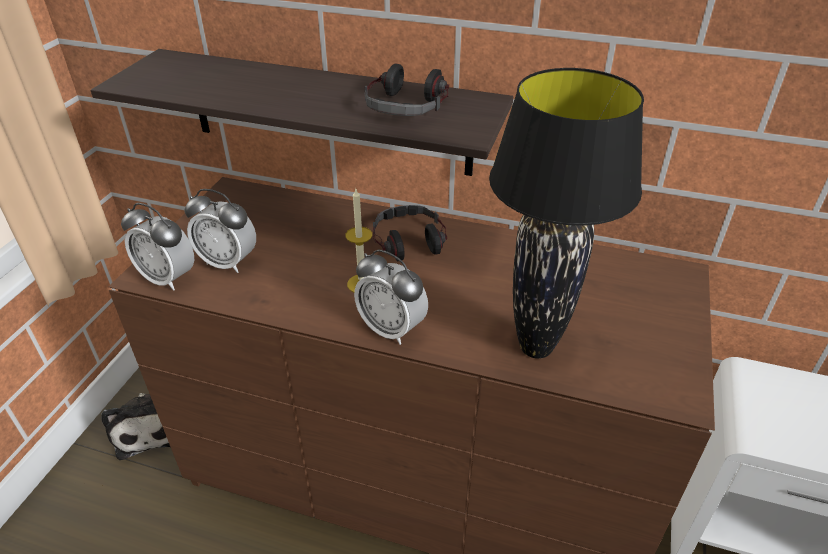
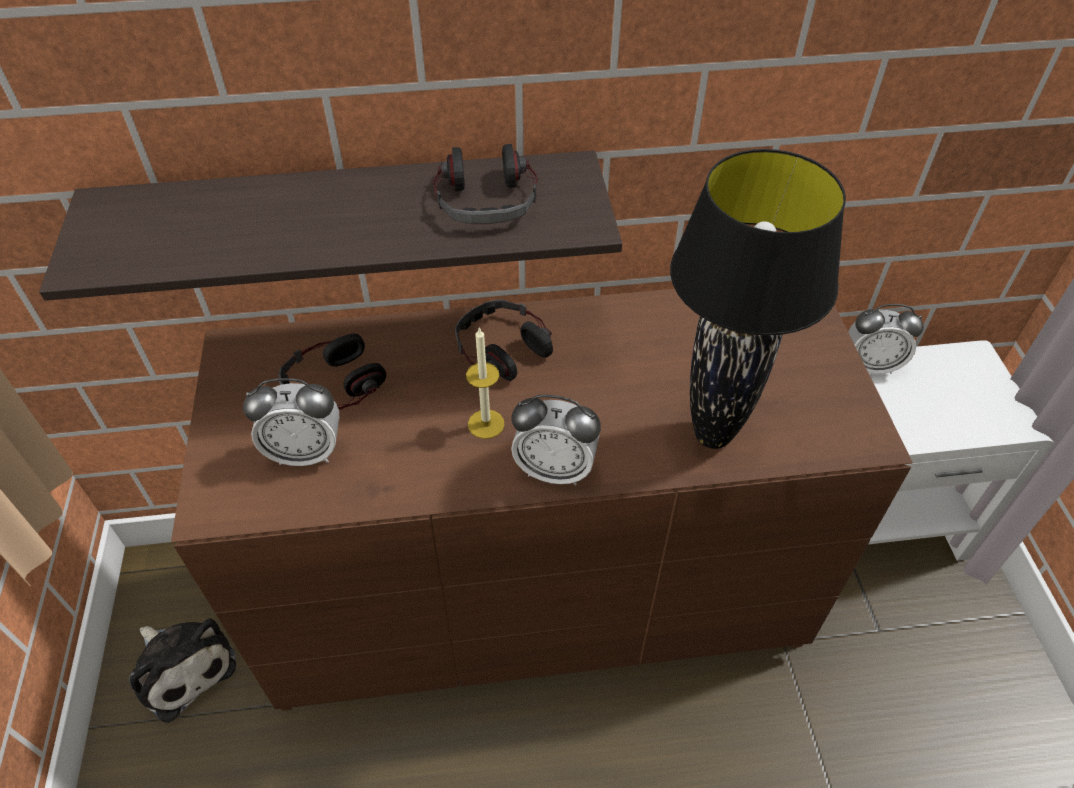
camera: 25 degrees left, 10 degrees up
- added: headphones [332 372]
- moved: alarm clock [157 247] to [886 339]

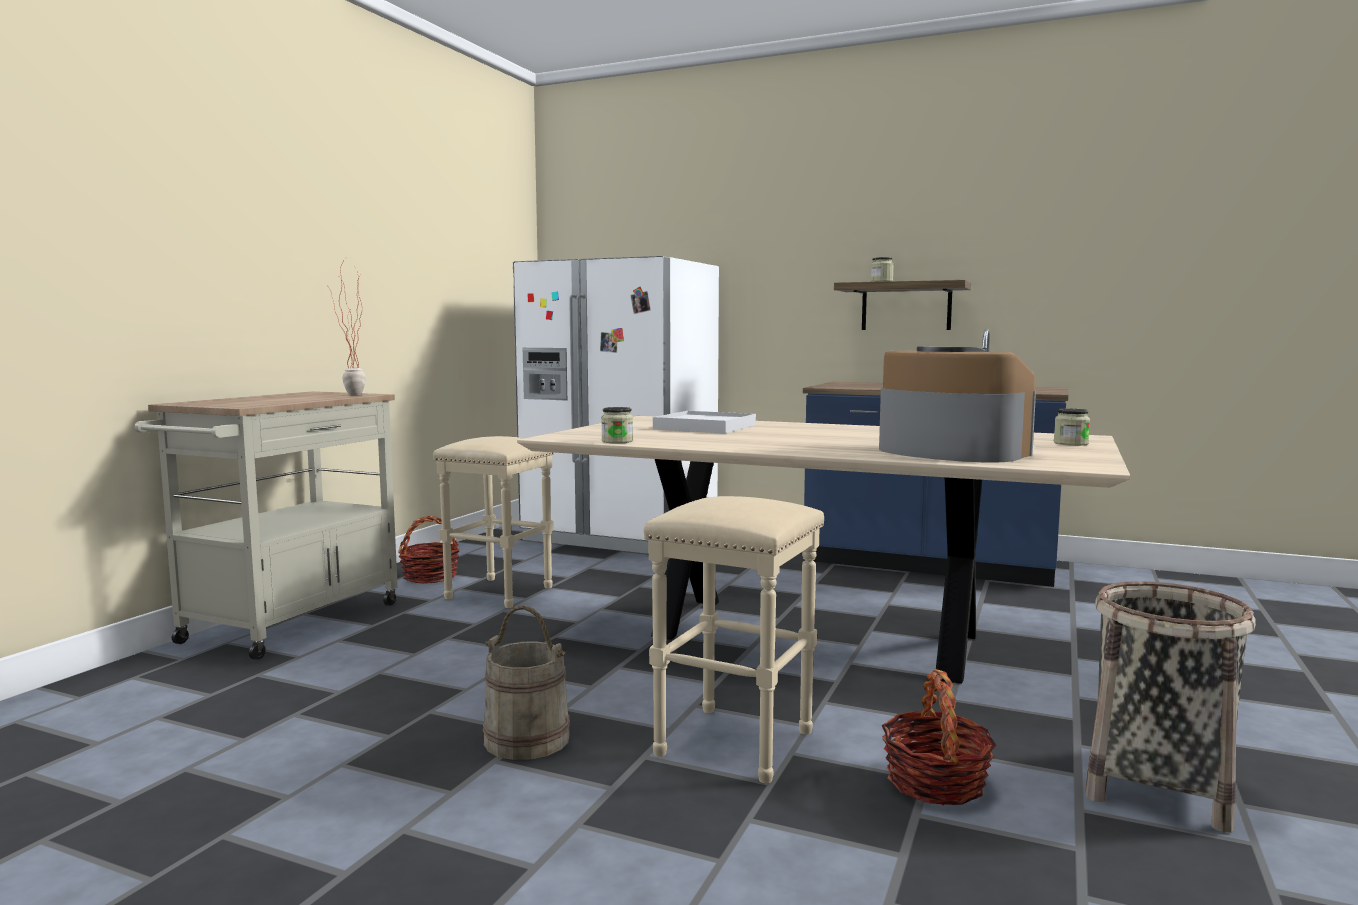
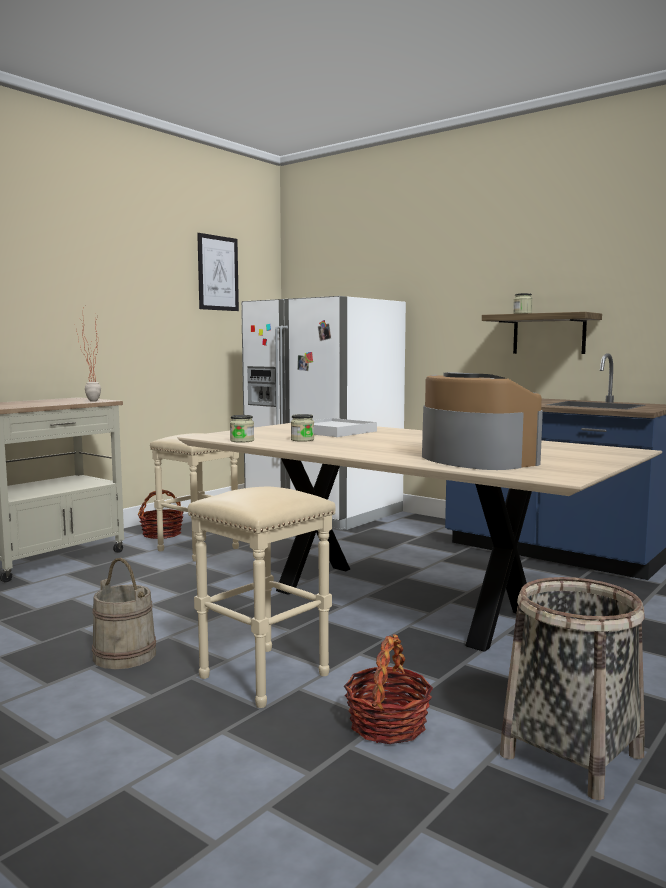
camera: 15 degrees right, 0 degrees up
- added: picture [218 272]
- moved: jar [1072 427] to [302 428]

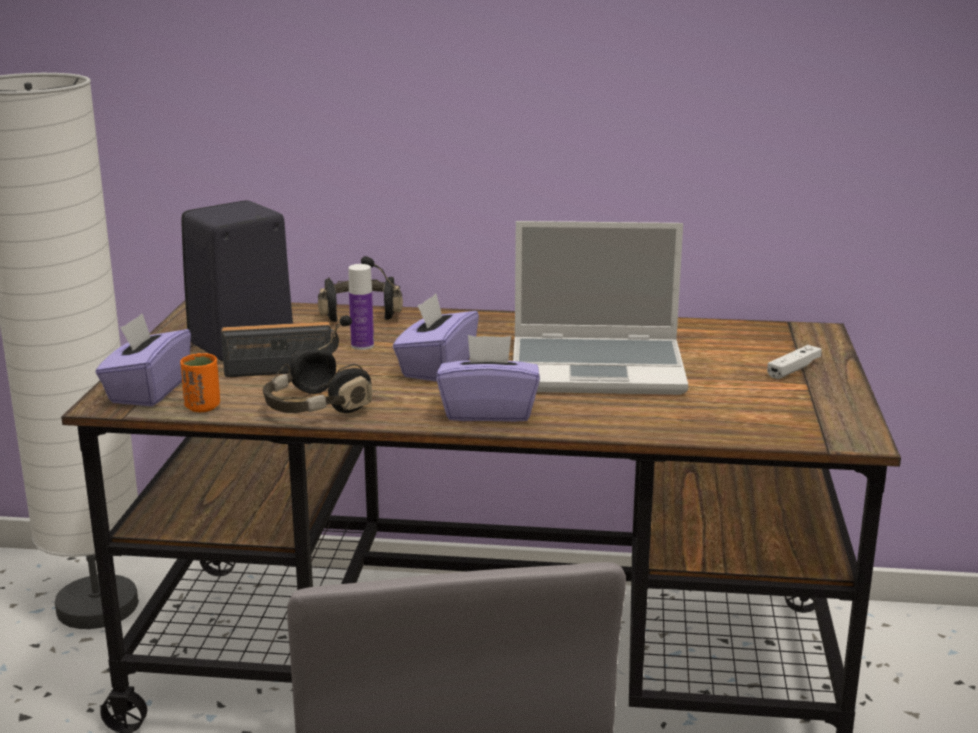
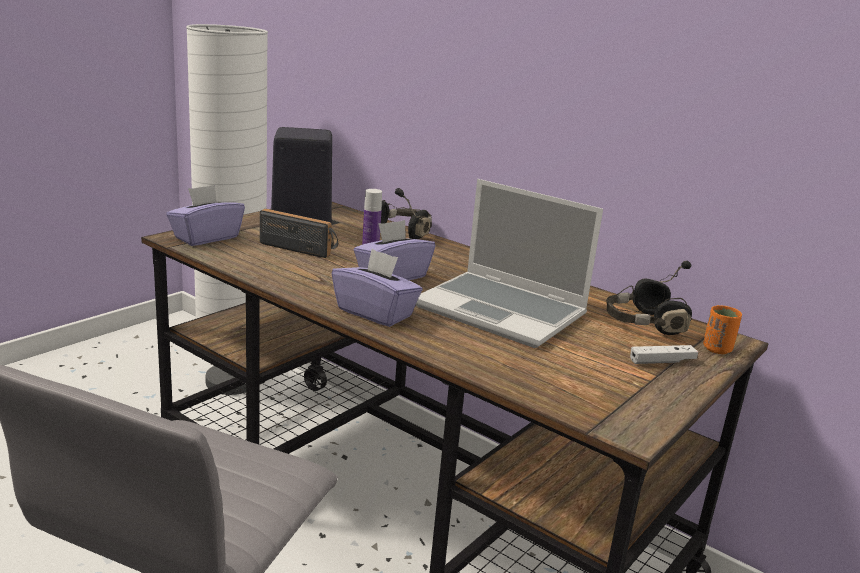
camera: 30 degrees right, 0 degrees up
- moved: black headphones [317 364] to [649 298]
- moved: orange cup [200 382] to [722 329]

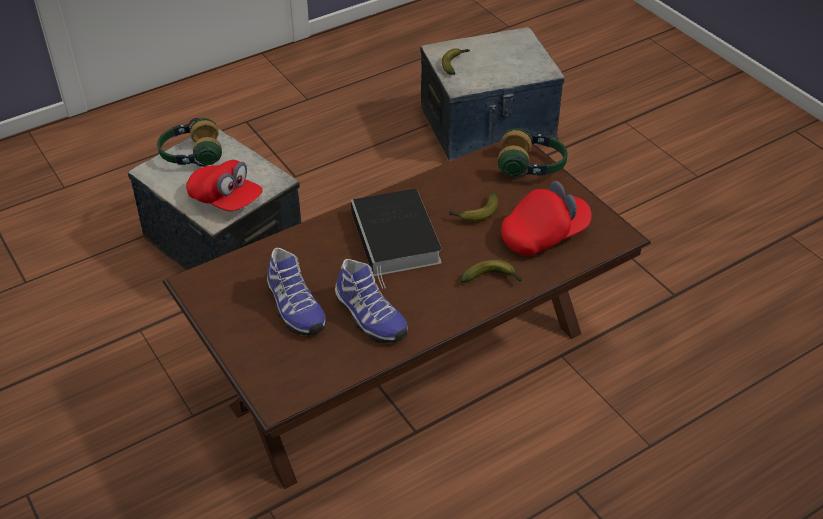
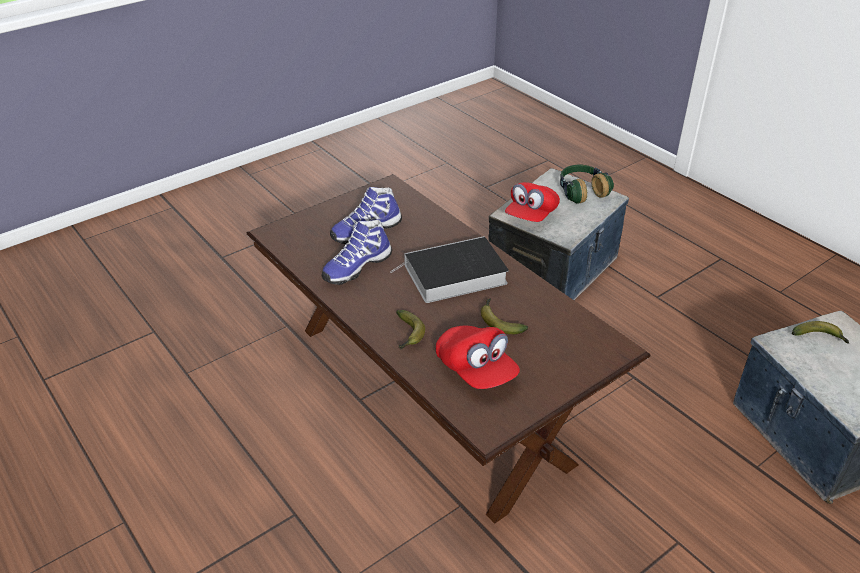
camera: 85 degrees right, 5 degrees down
- removed: headphones [533 153]

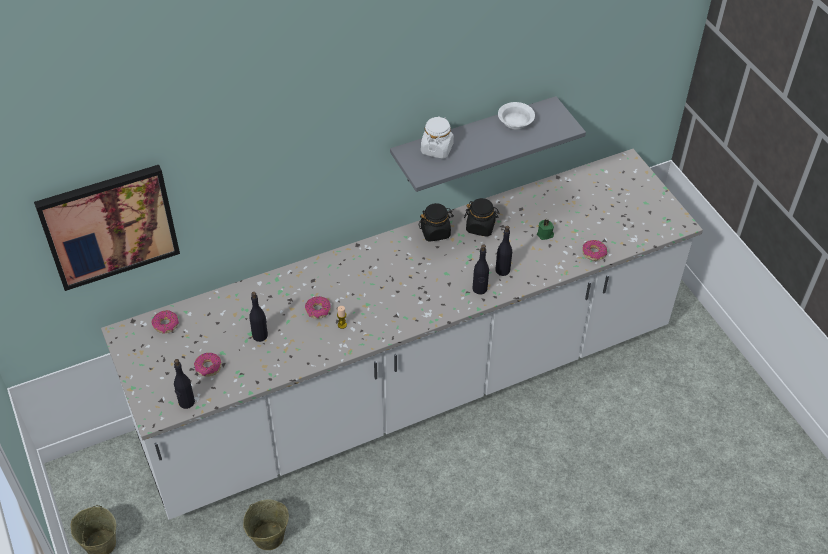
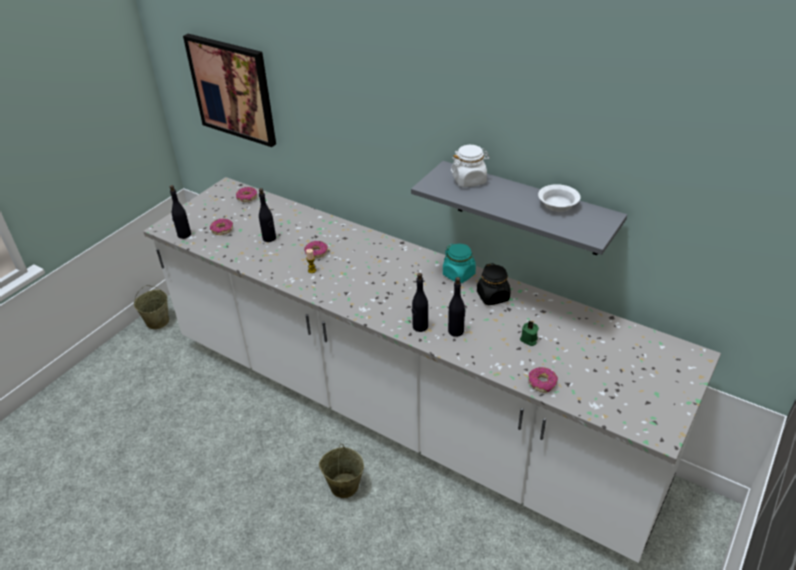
camera: 60 degrees right, 10 degrees down
- moved: beige bucket [266 524] to [341 470]
- recoloured: black jar [436 222] to turquoise jar [459 263]

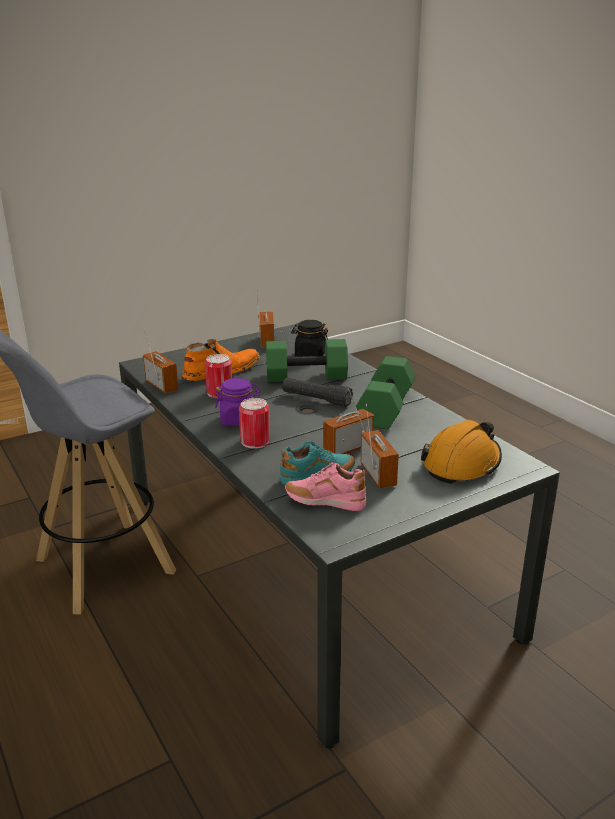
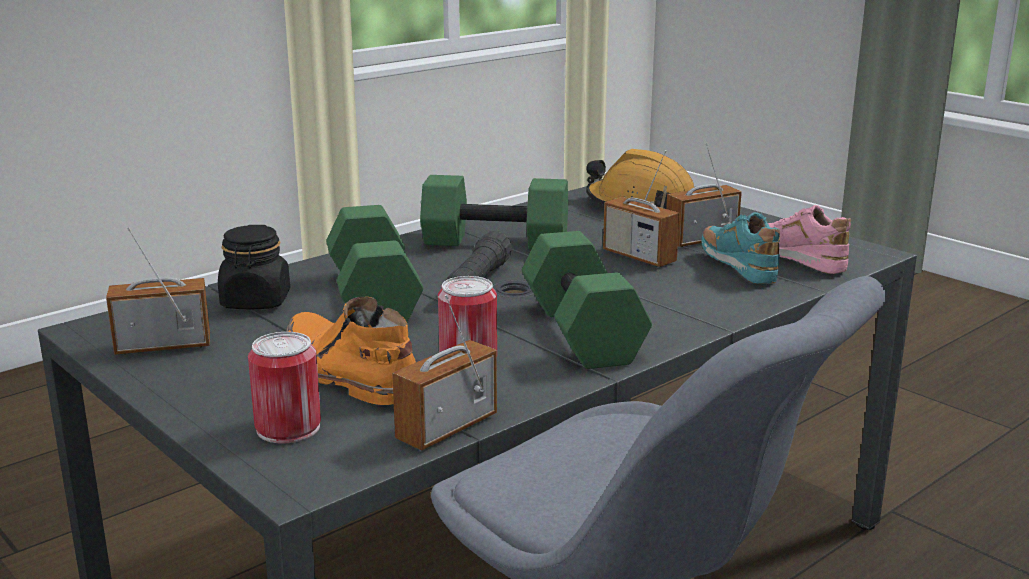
camera: 100 degrees left, 5 degrees down
- moved: can [254 423] to [284 388]
- replaced: purple jar [237 402] to green dumbbell [587 300]
- turned: pink shoe [325 486] = [809 239] 135 degrees clockwise

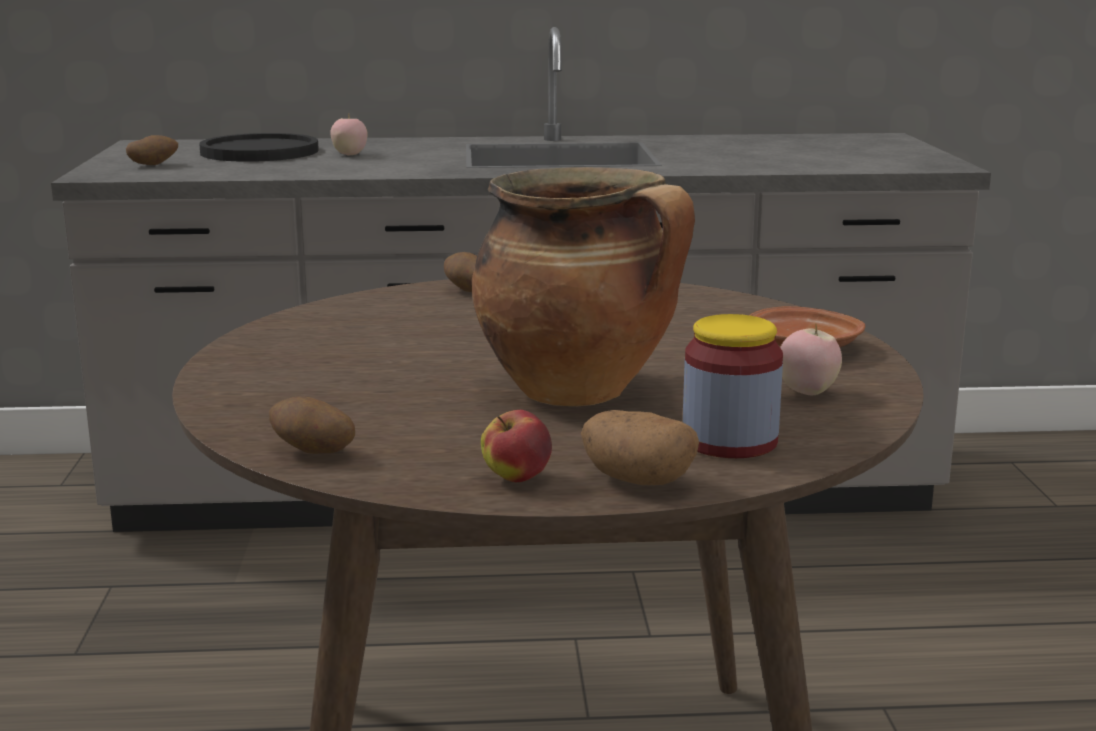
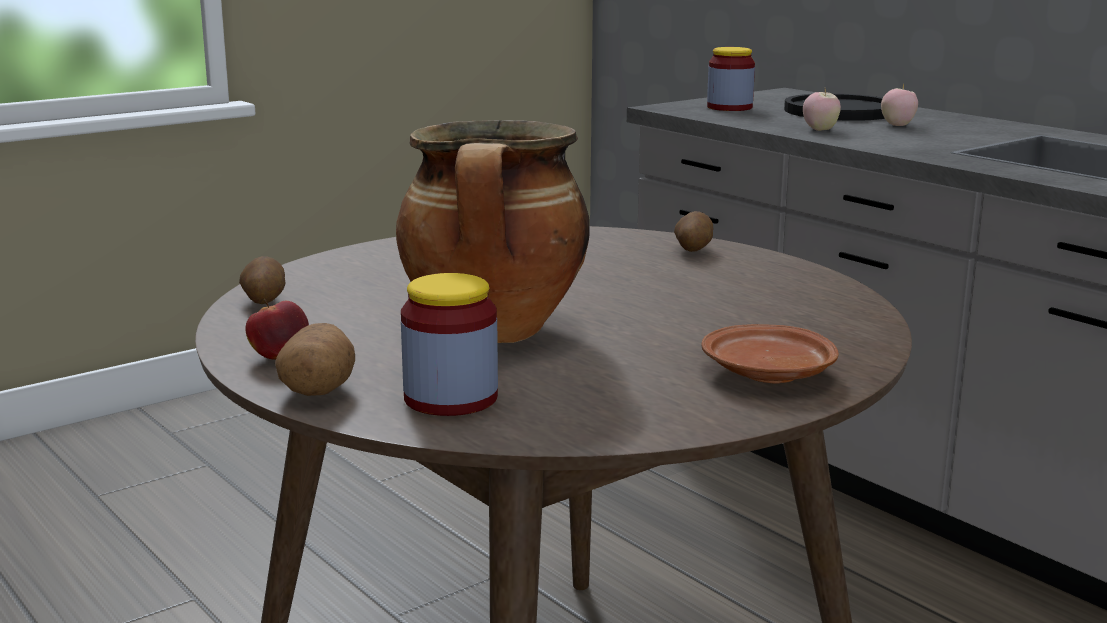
camera: 55 degrees right, 0 degrees up
- replaced: potato [152 150] to jar [731 79]
- moved: apple [811 359] to [822 110]

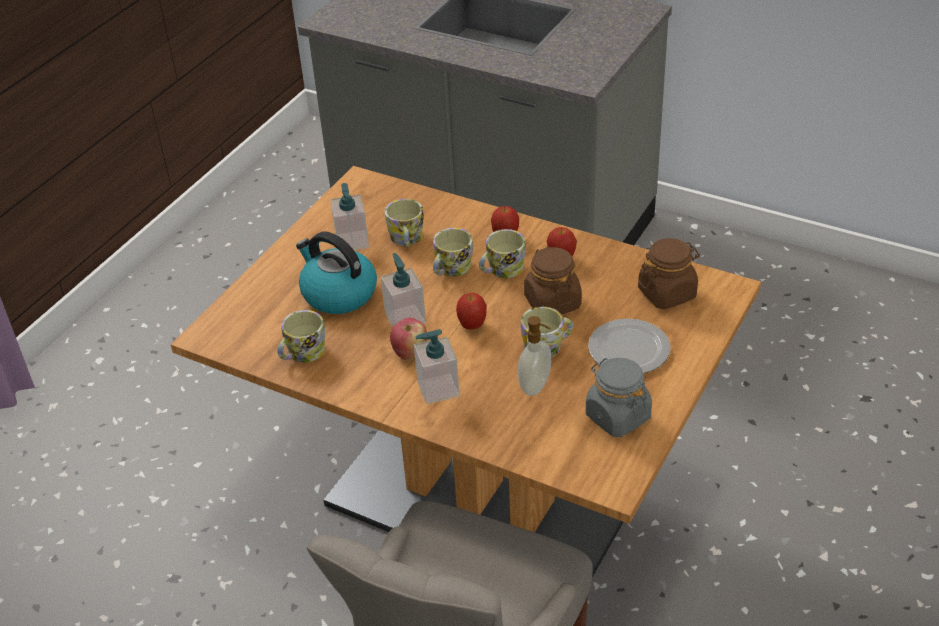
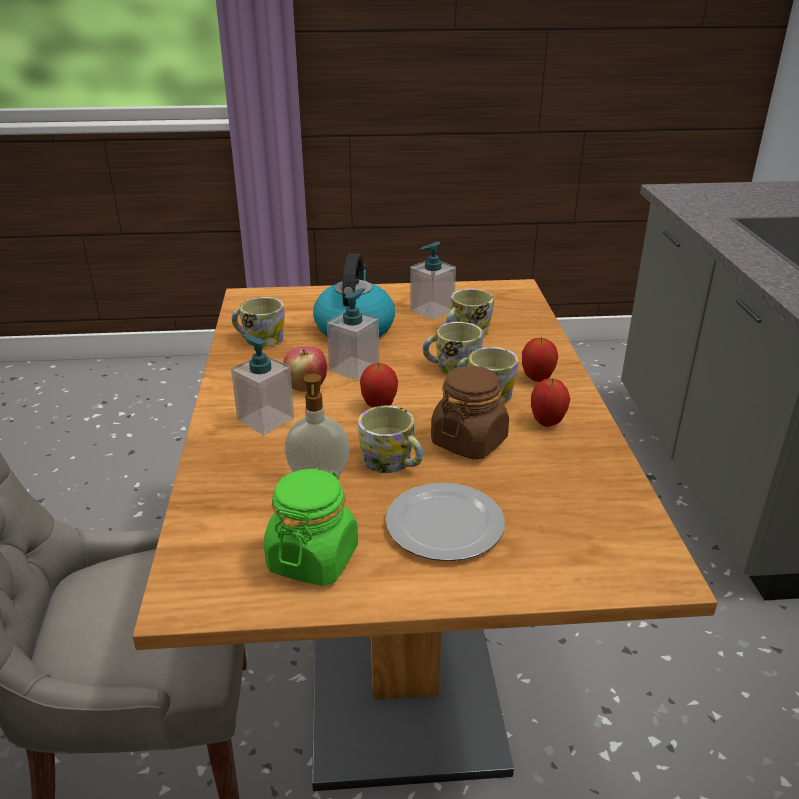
camera: 55 degrees right, 10 degrees down
- recoloured: grey jar [619 397] to green jar [311 527]
- removed: brown jar [669 273]

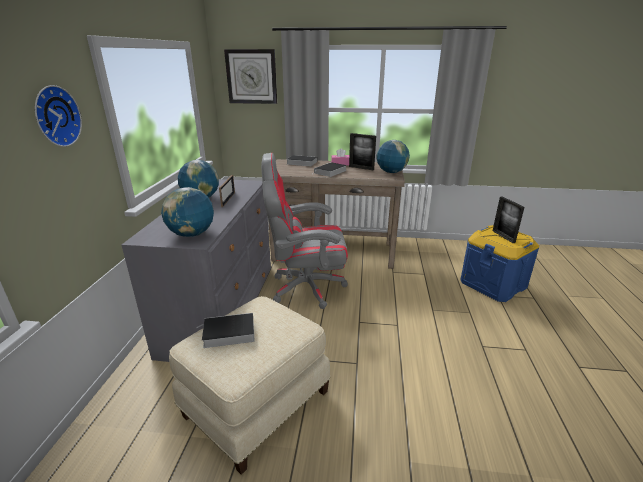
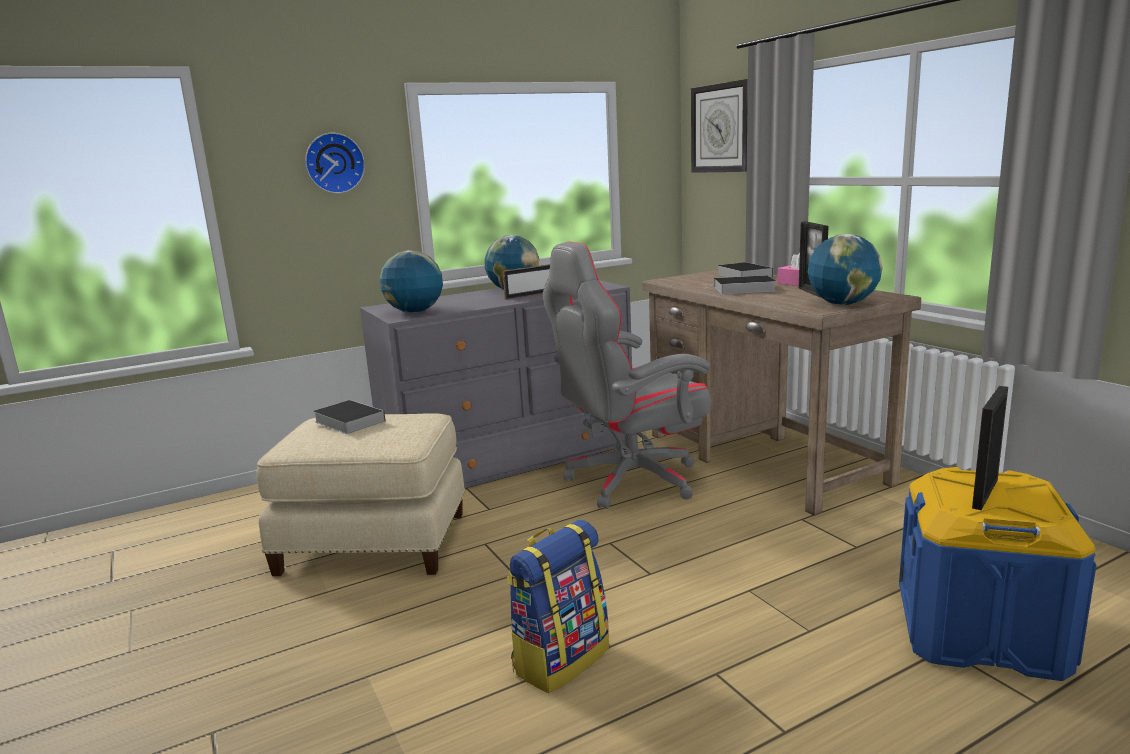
camera: 55 degrees right, 10 degrees down
- added: backpack [557 606]
- turned: grey office chair [304 231] = [627 375] 75 degrees counterclockwise

